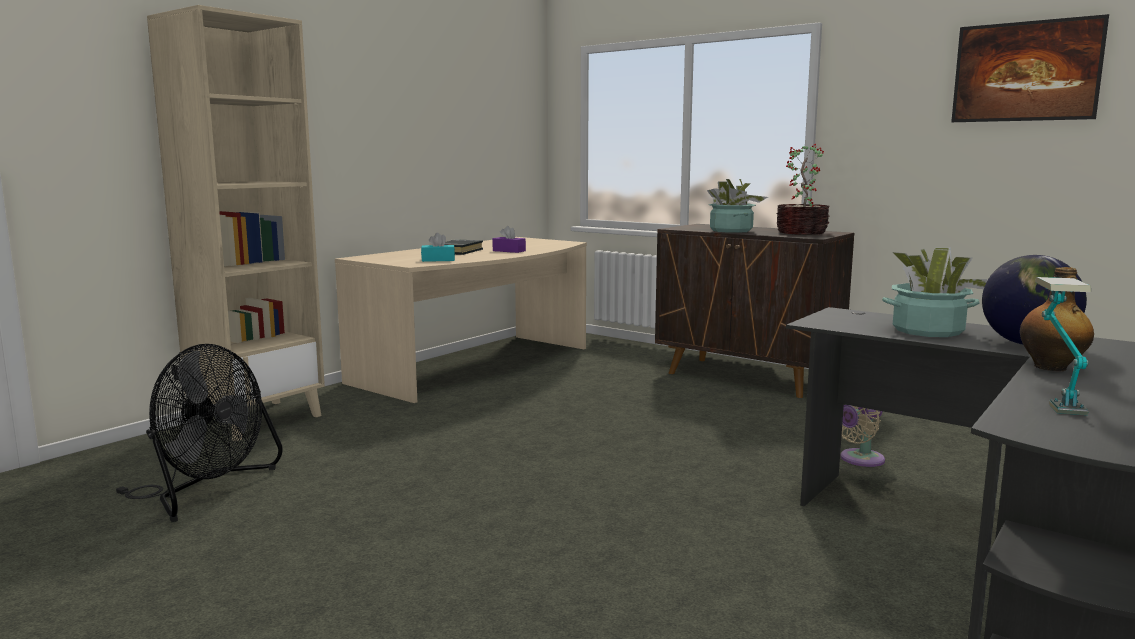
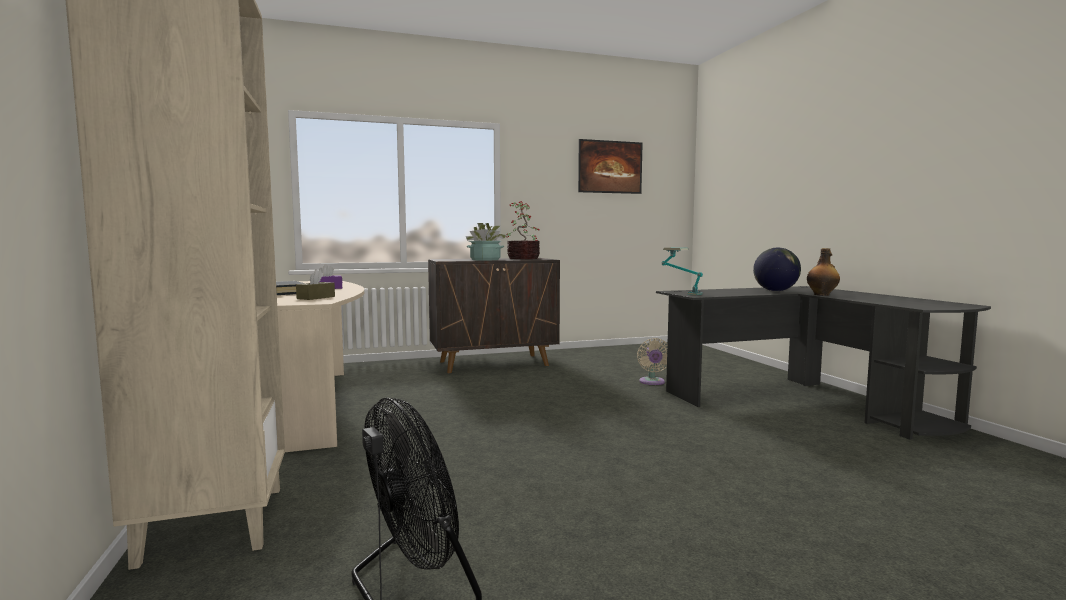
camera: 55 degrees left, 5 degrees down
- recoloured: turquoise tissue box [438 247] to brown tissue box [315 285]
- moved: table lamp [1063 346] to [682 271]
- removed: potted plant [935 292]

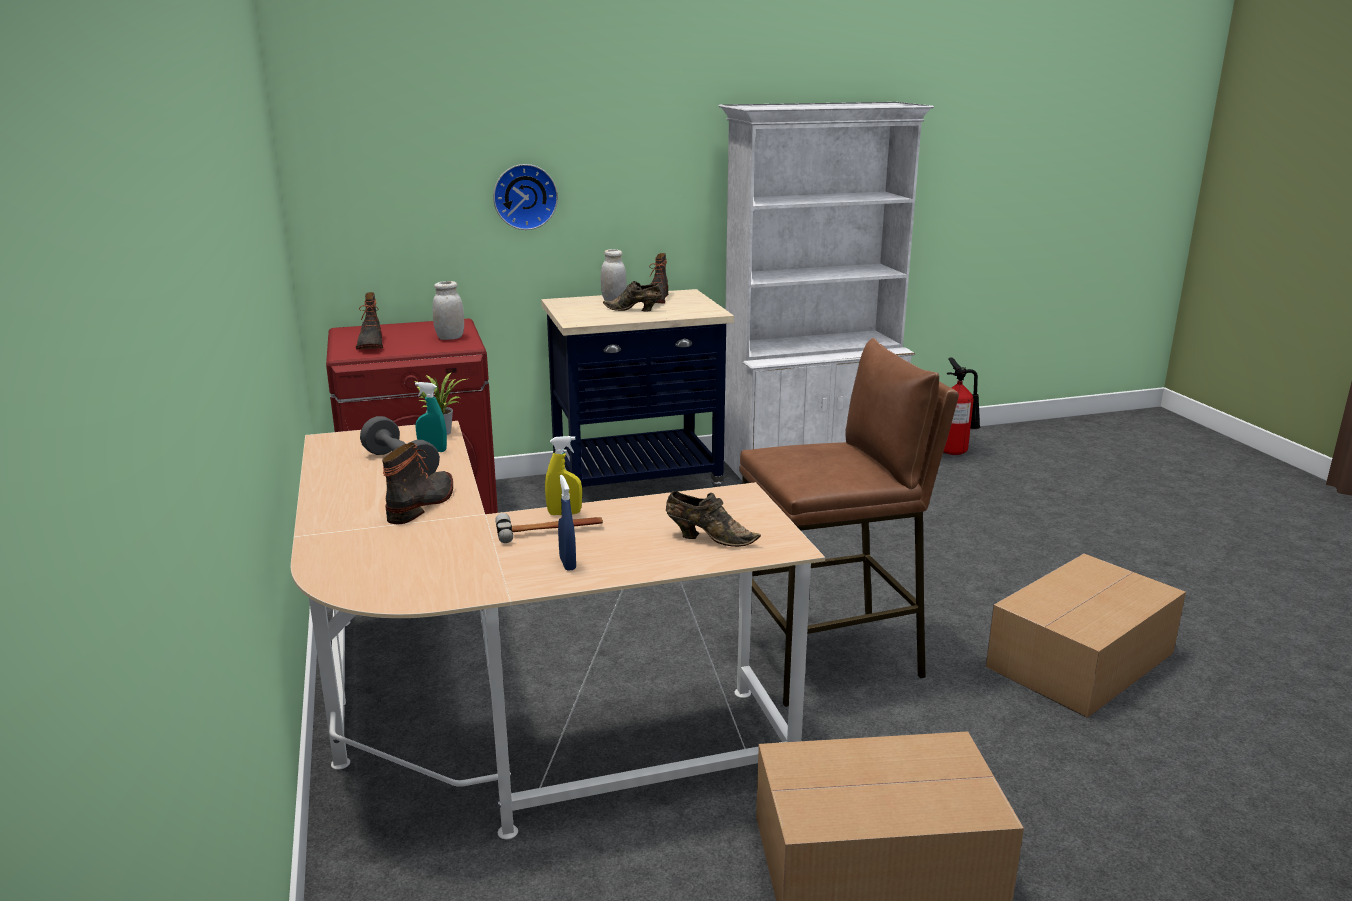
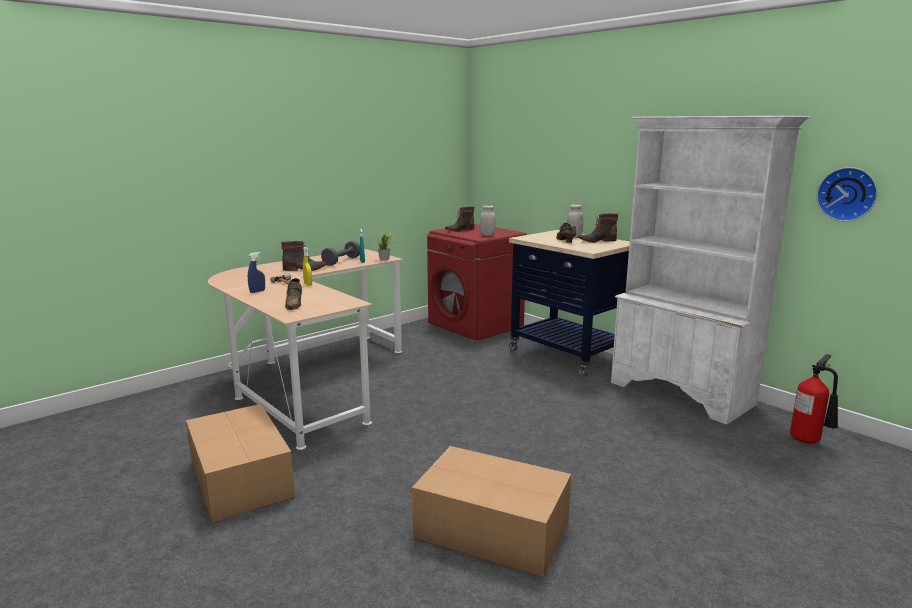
camera: 65 degrees right, 5 degrees down
- moved: wall clock [525 197] to [847 194]
- removed: brown stool [849 522]

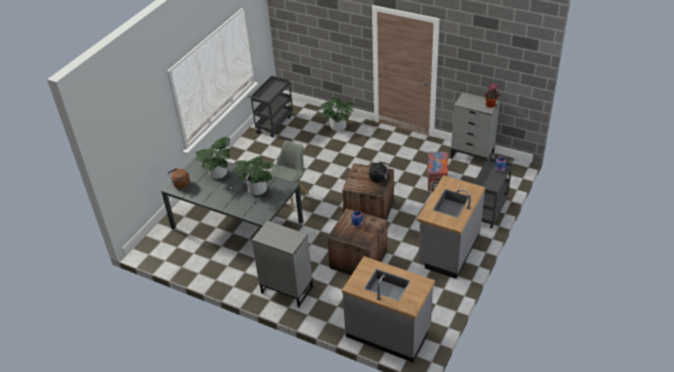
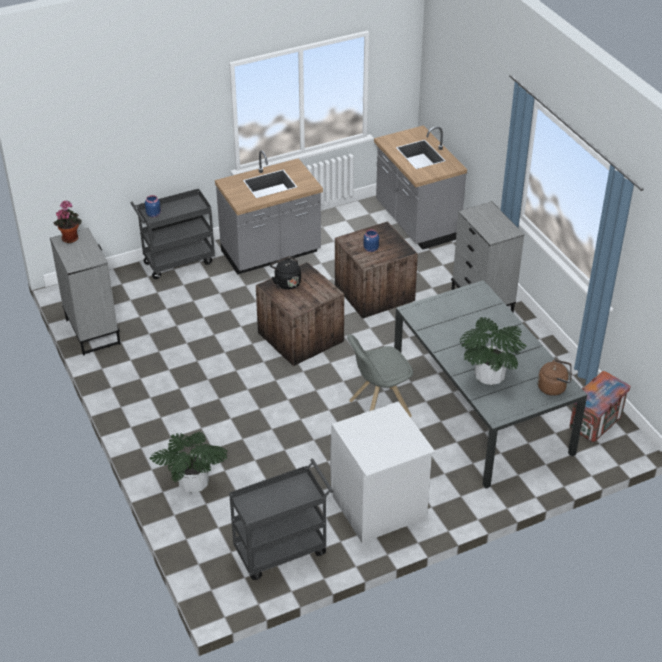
camera: 145 degrees left, 0 degrees up
- added: white washing machine [382 472]
- moved: crate [437 171] to [600 406]
- removed: potted plant [253 175]

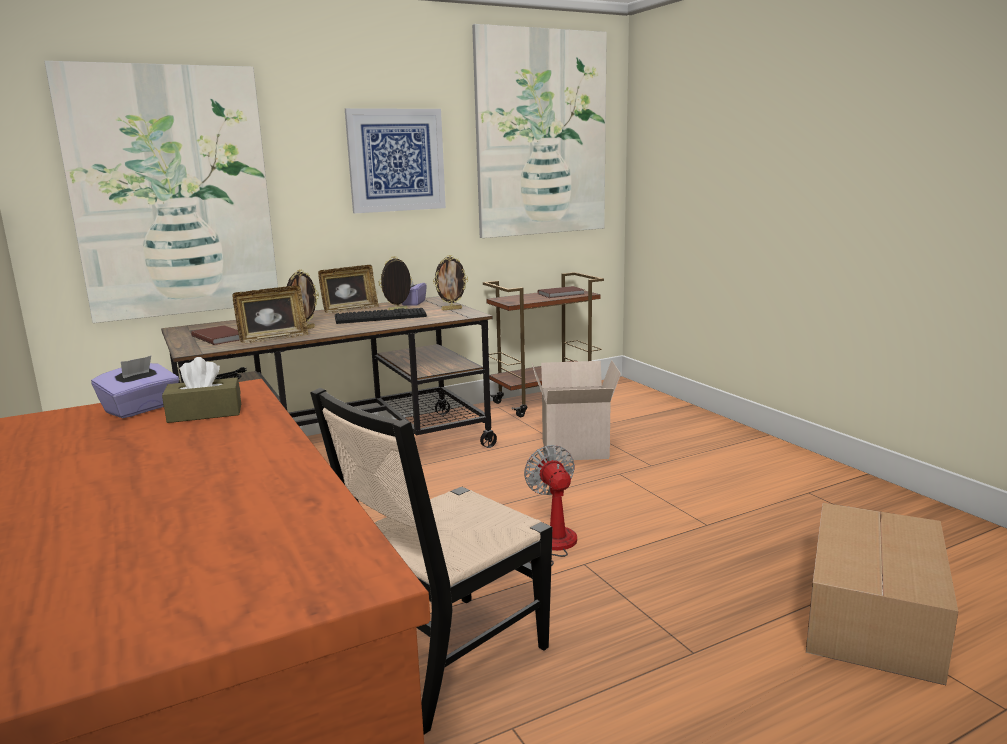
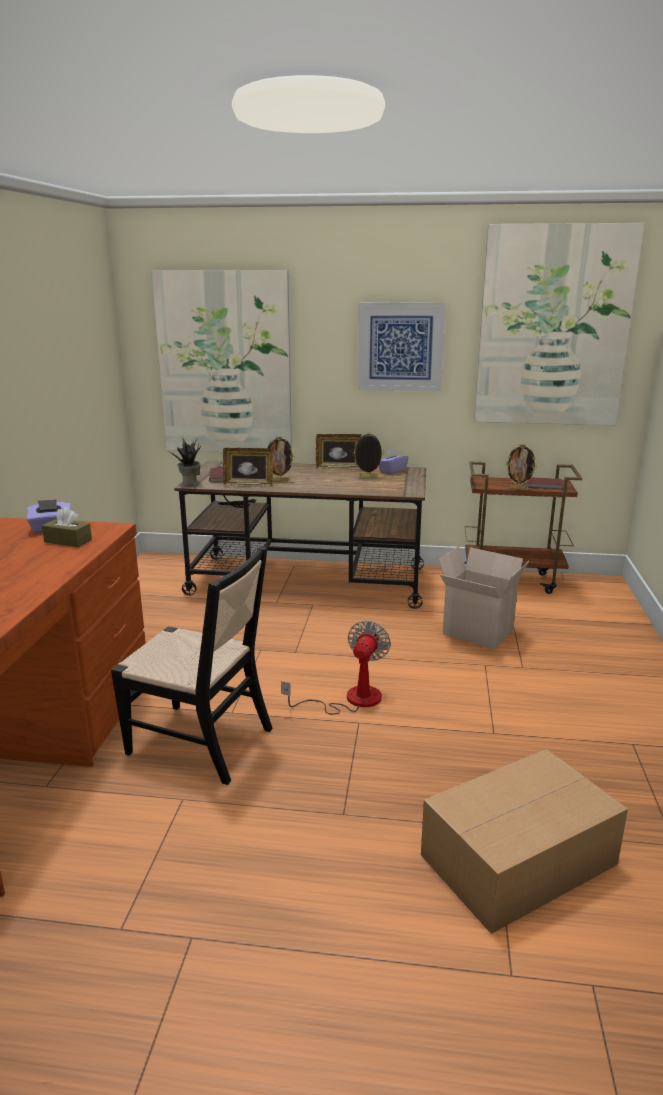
camera: 35 degrees right, 5 degrees up
- turned: chair [431 561] = [192 665] 150 degrees counterclockwise
- added: potted plant [185 461]
- moved: picture frame [450 282] to [521 467]
- removed: keyboard [381 316]

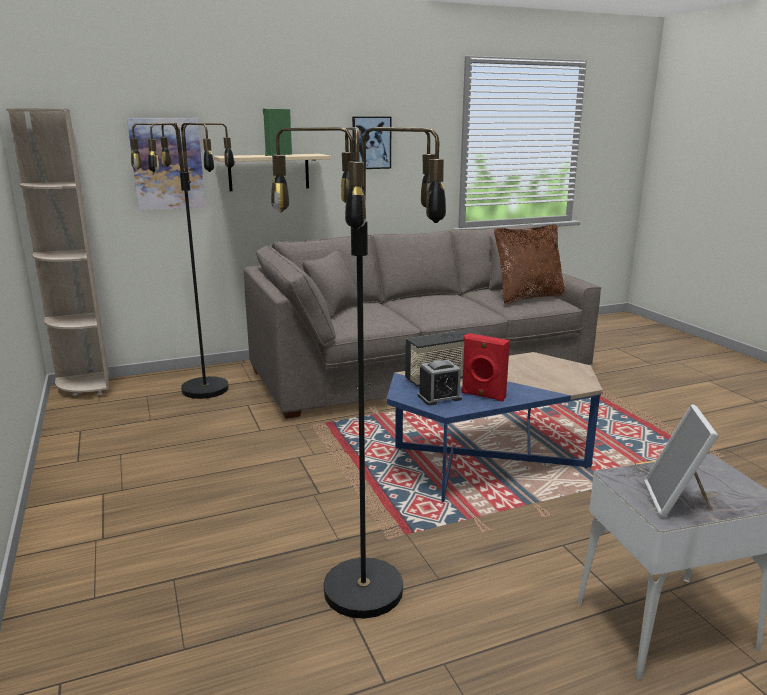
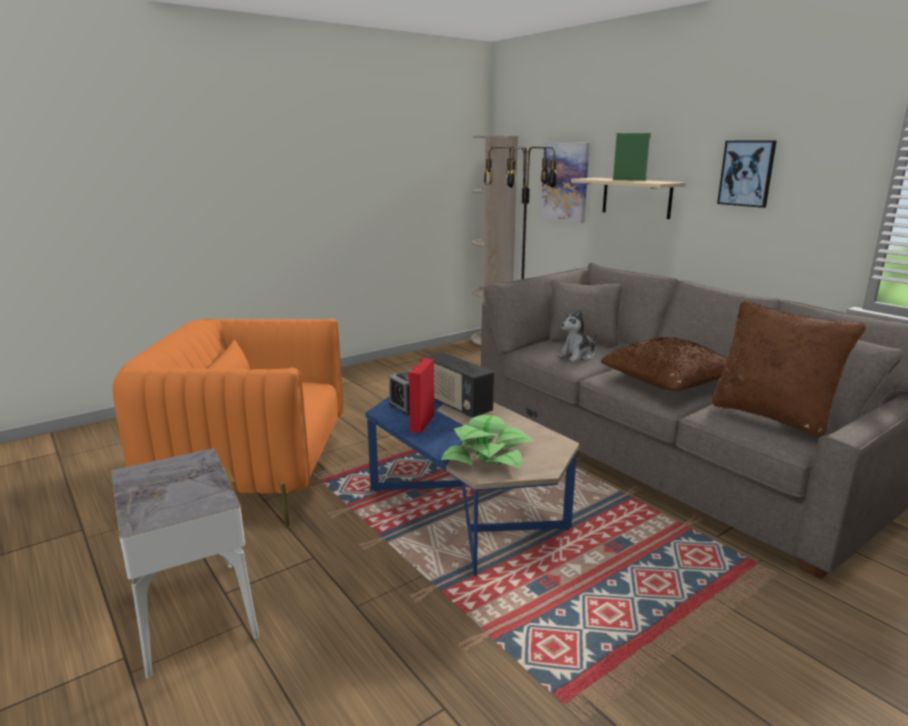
camera: 75 degrees right, 0 degrees up
- replaced: floor lamp [358 373] to orange armchair [228 422]
- added: potted plant [487 442]
- added: plush toy [577 335]
- added: brown pillow [664 364]
- removed: picture frame [681 461]

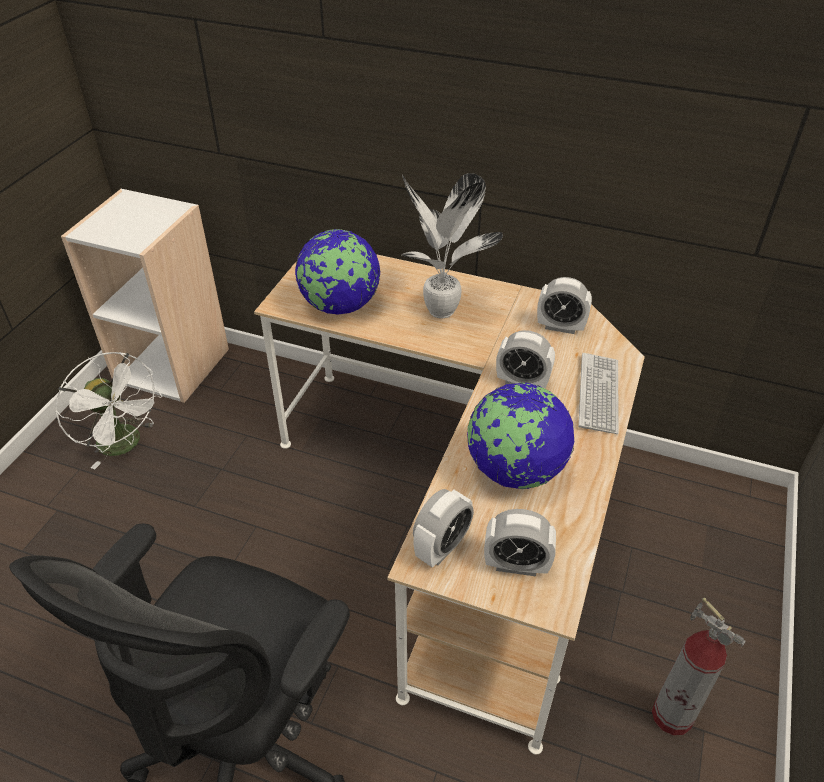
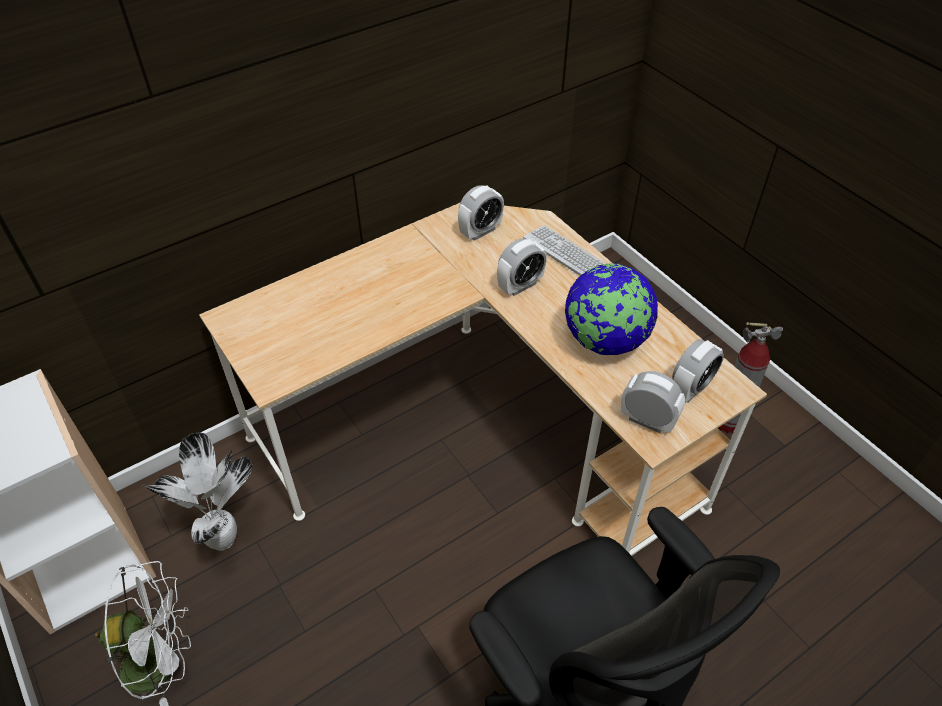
camera: 55 degrees left, 5 degrees up
- moved: potted plant [452 245] to [196 491]
- turned: alarm clock [443 528] = [653 402] 45 degrees counterclockwise
- removed: globe [337 272]

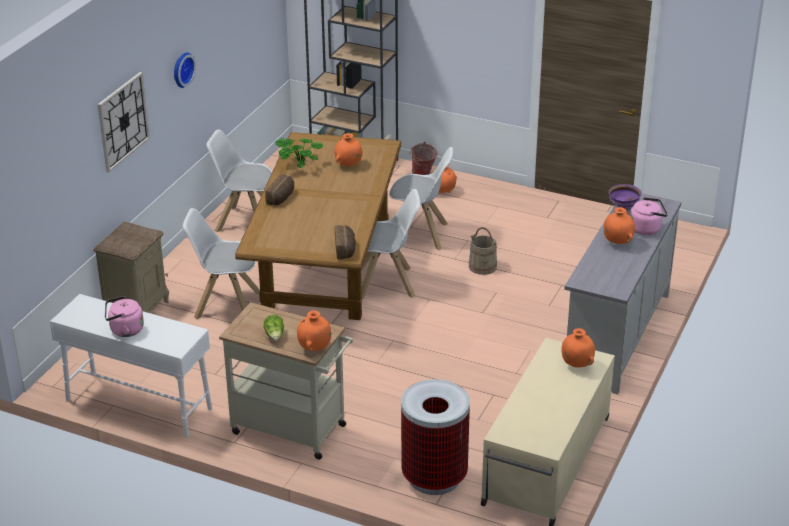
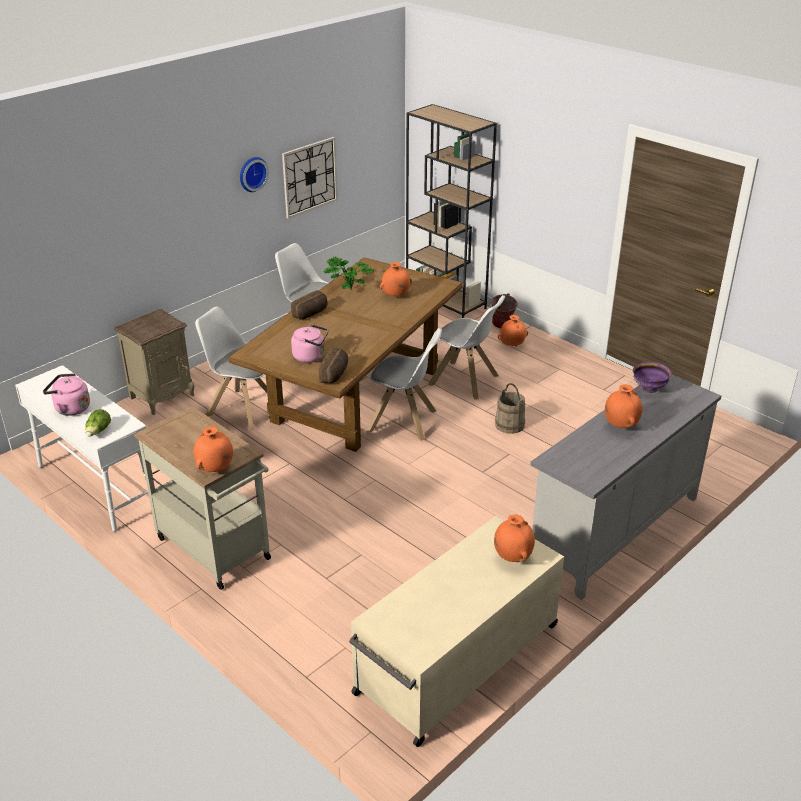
camera: 20 degrees right, 0 degrees up
- moved: lettuce [274 327] to [98 422]
- moved: wall clock [124 122] to [310 178]
- moved: pink kettle [649 216] to [310 343]
- removed: trash can [435 437]

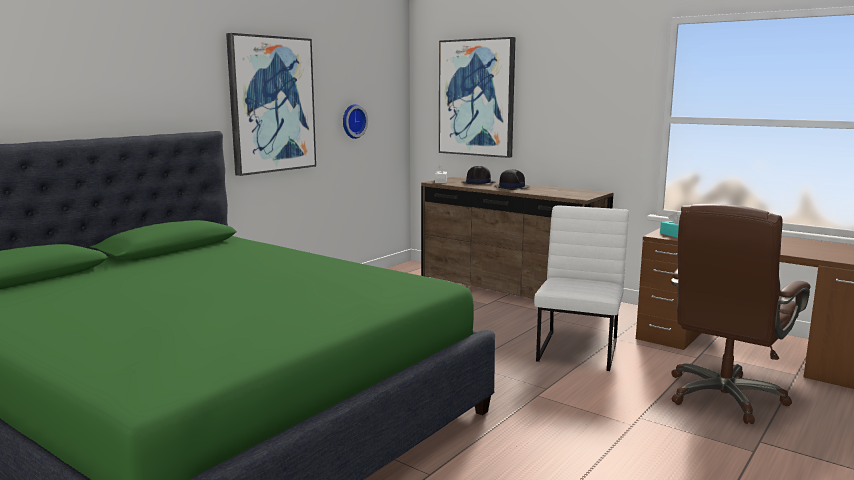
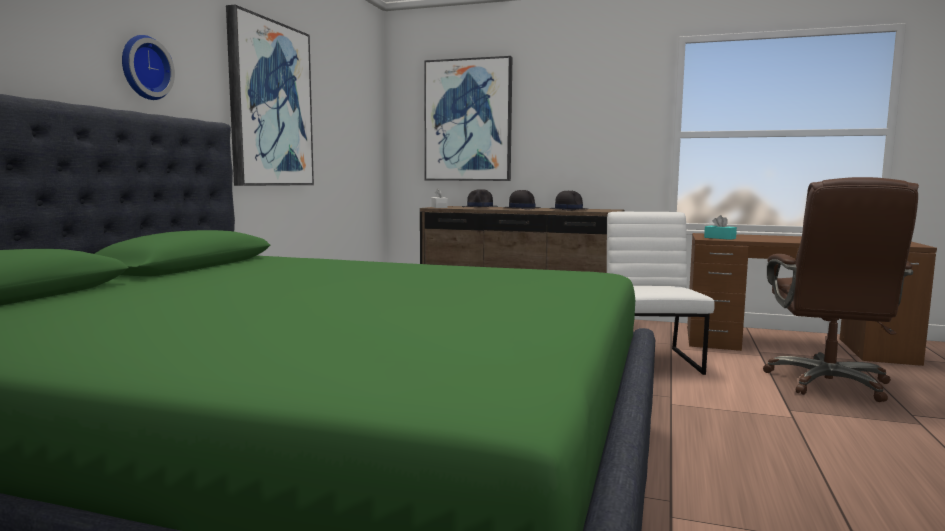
camera: 20 degrees left, 5 degrees down
- moved: wall clock [355 121] to [148 67]
- added: black hat [568 201]

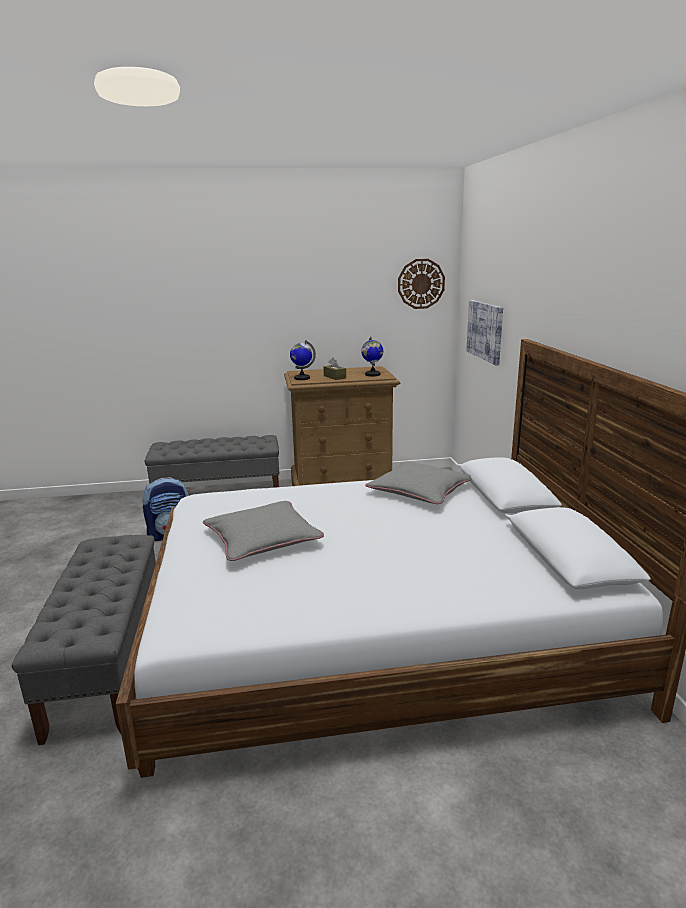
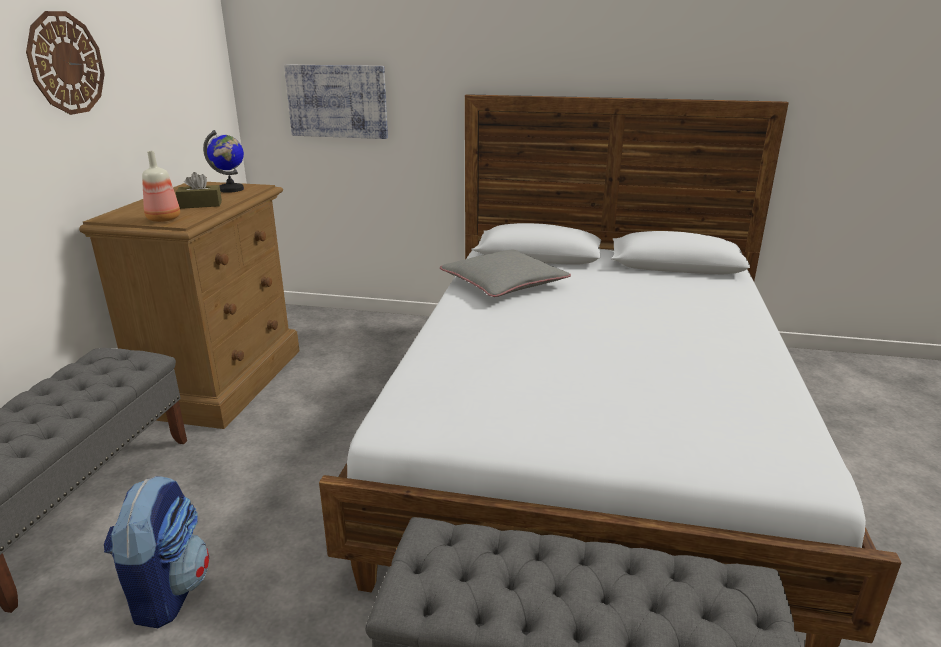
camera: 70 degrees left, 5 degrees up
- moved: wall clock [421 284] to [65 63]
- replaced: globe [303 360] to bottle [161 186]
- removed: grey pillow [263 531]

